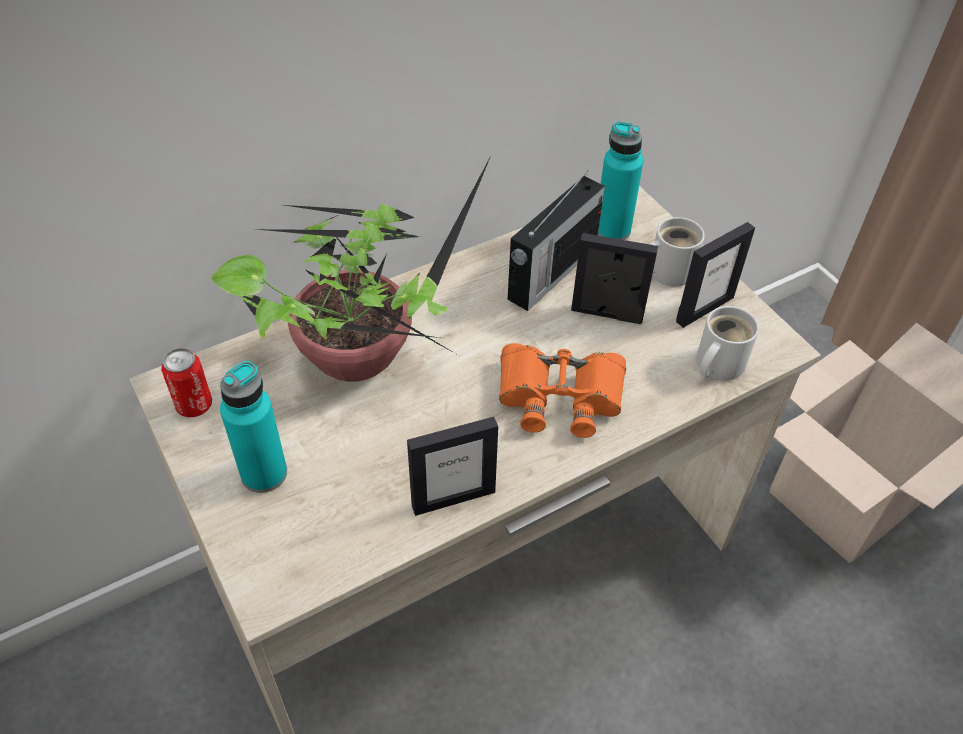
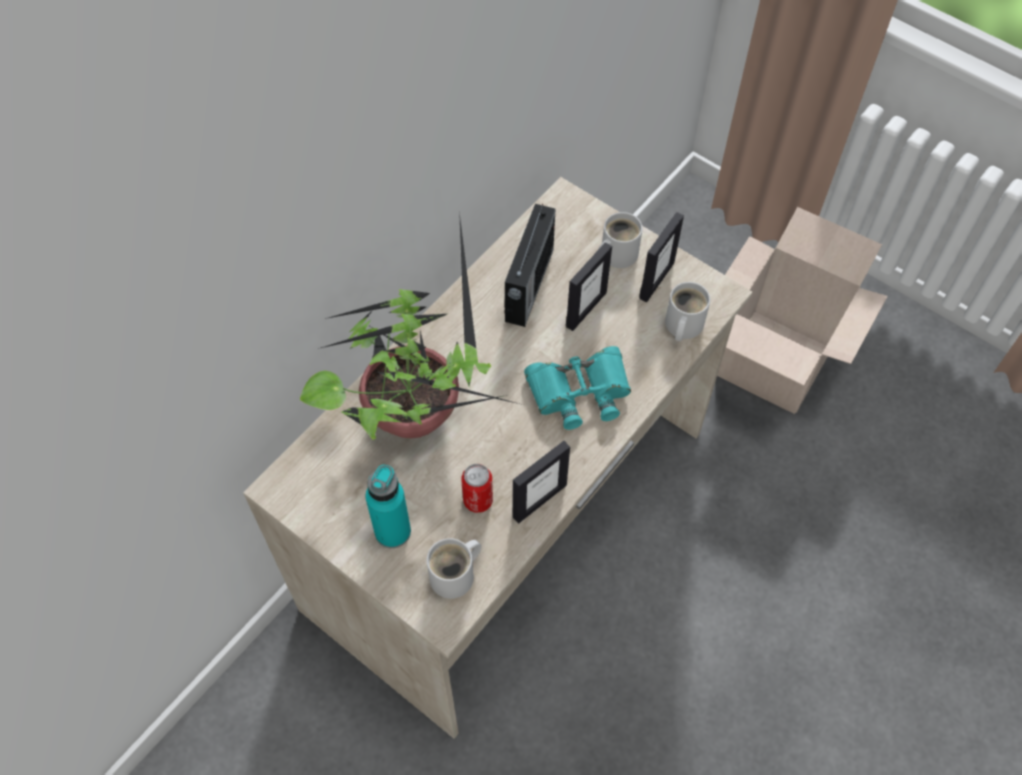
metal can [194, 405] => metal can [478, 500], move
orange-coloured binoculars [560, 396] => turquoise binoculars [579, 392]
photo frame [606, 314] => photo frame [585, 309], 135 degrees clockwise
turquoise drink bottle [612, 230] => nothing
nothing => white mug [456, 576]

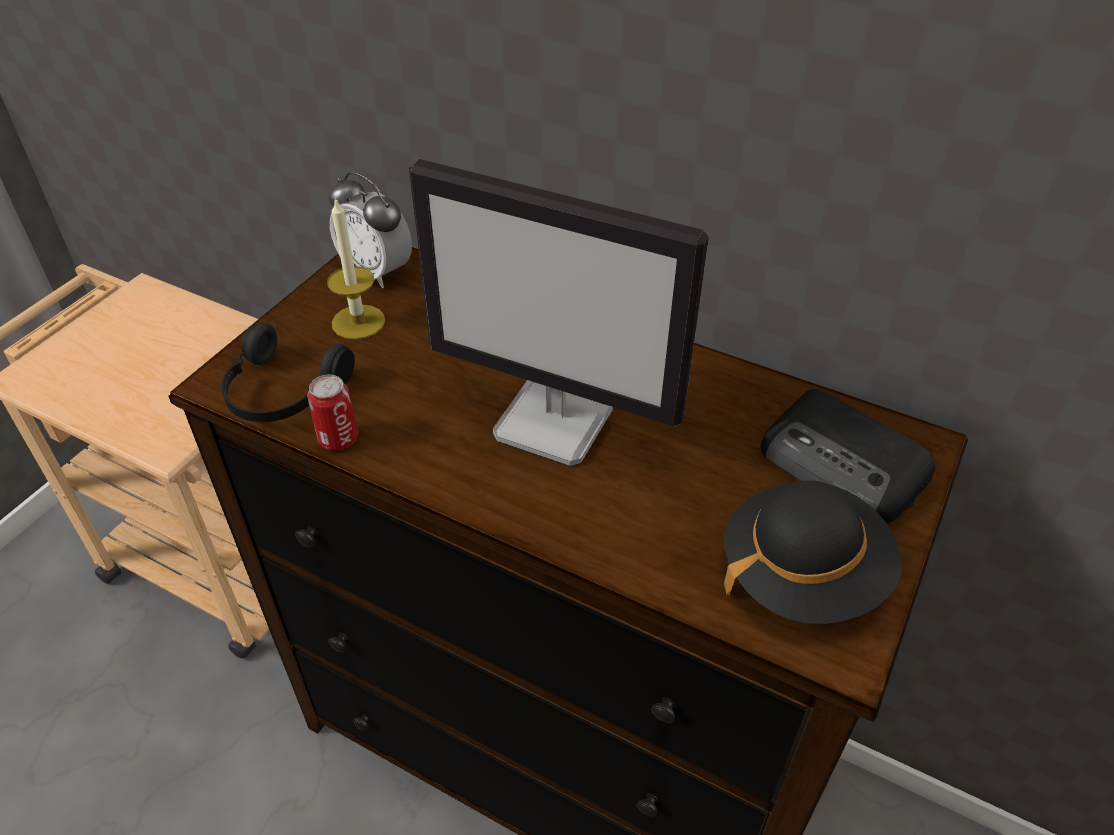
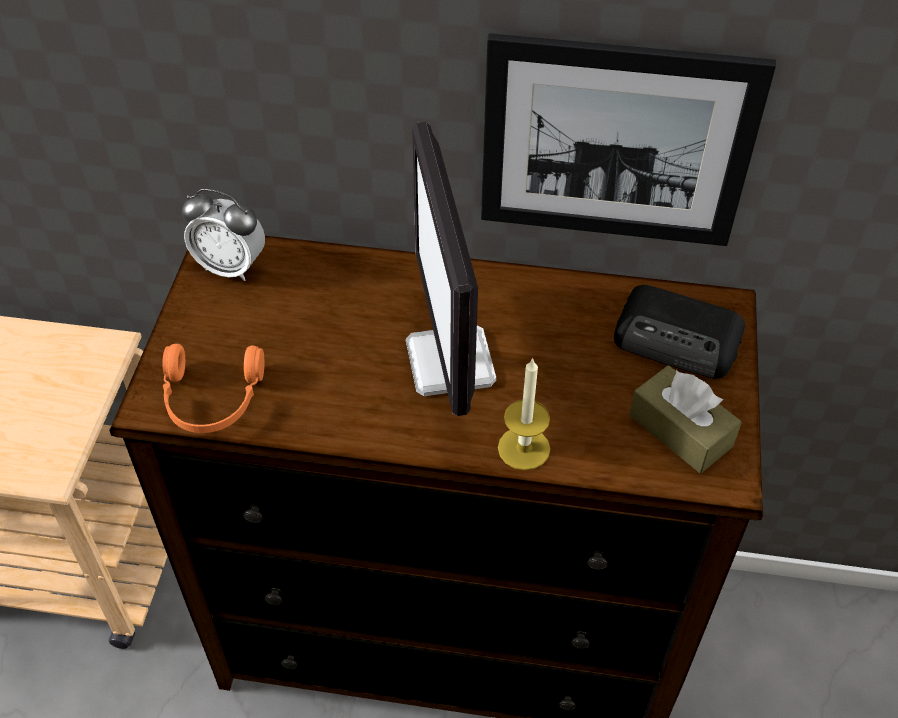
black pair of headphones [282, 392] => orange-coloured pair of headphones [211, 400]
metal can [338, 438] => nothing
wax candle [358, 322] => wax candle [524, 448], move
monitor [556, 422] => monitor [451, 363], 75 degrees clockwise
black wearable hat [802, 574] => brown-coloured tissue box [680, 431]
nothing => picture [615, 143]

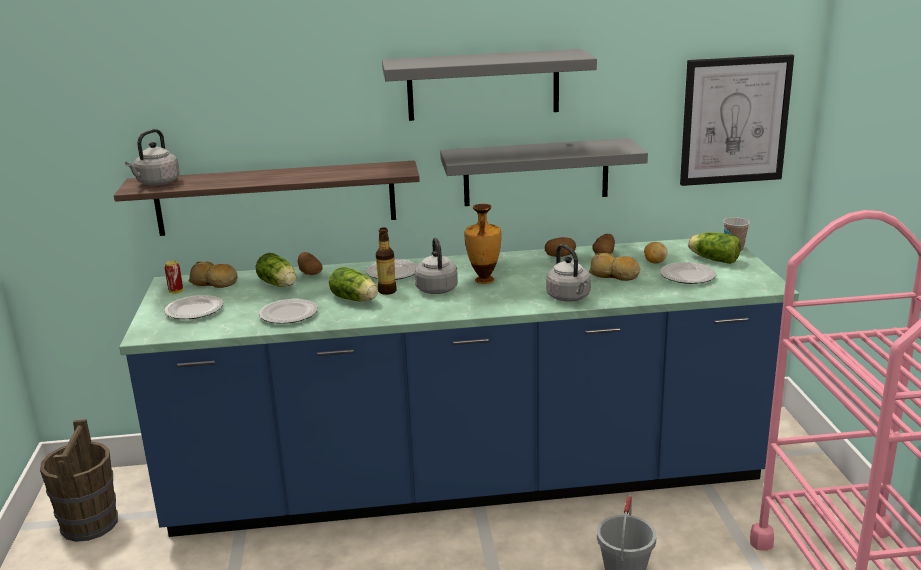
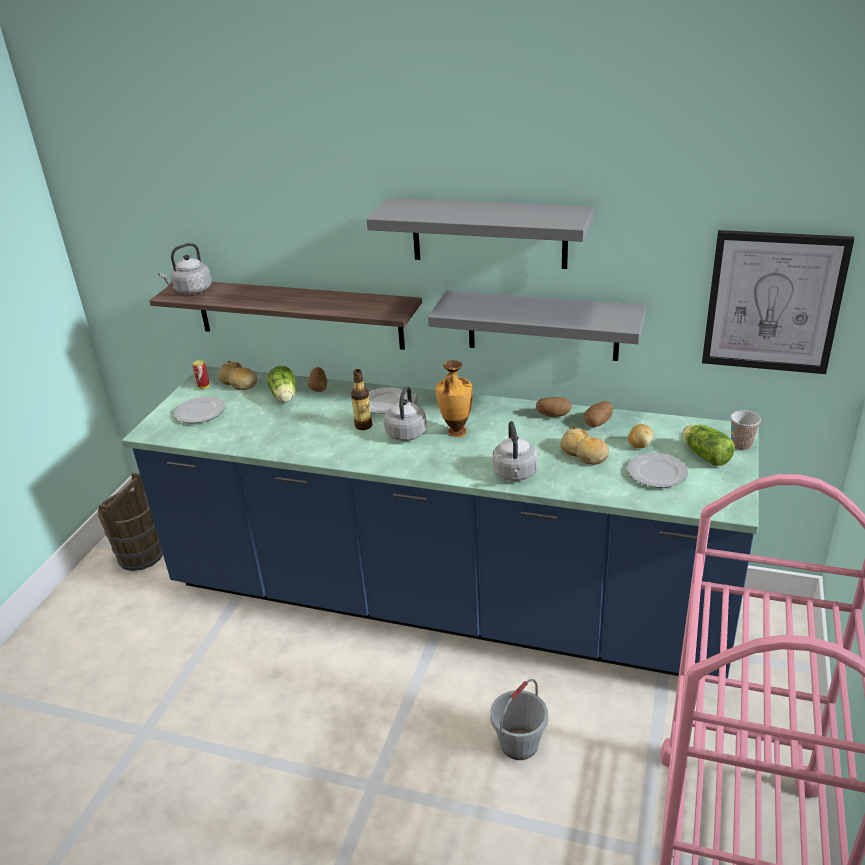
plate [288, 315] => nothing
lettuce [356, 300] => nothing

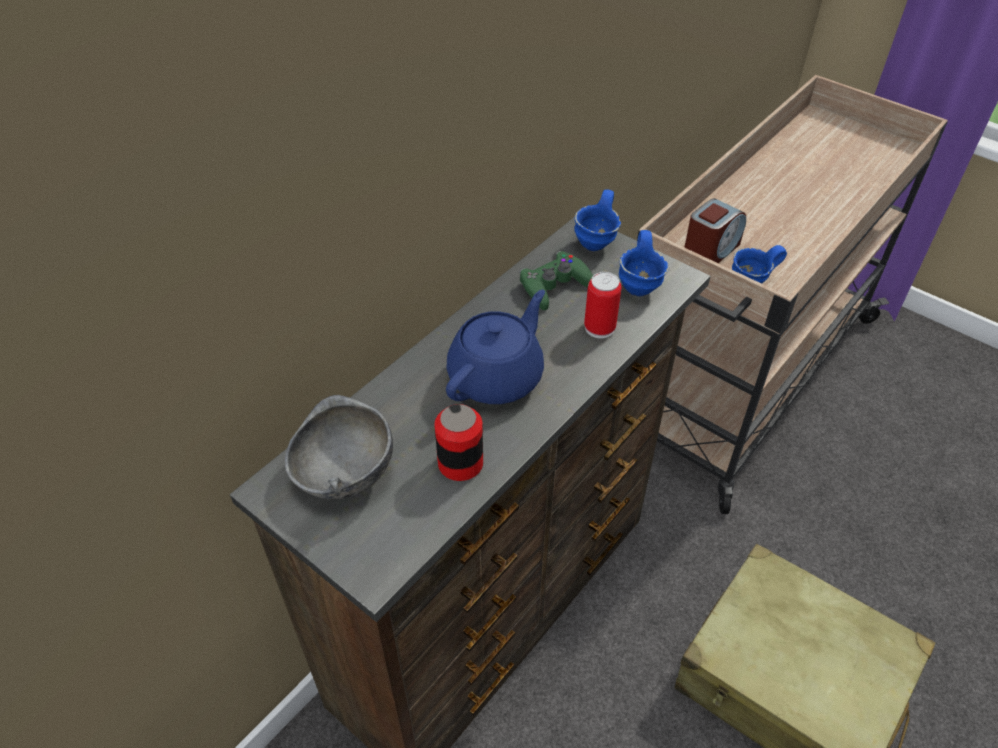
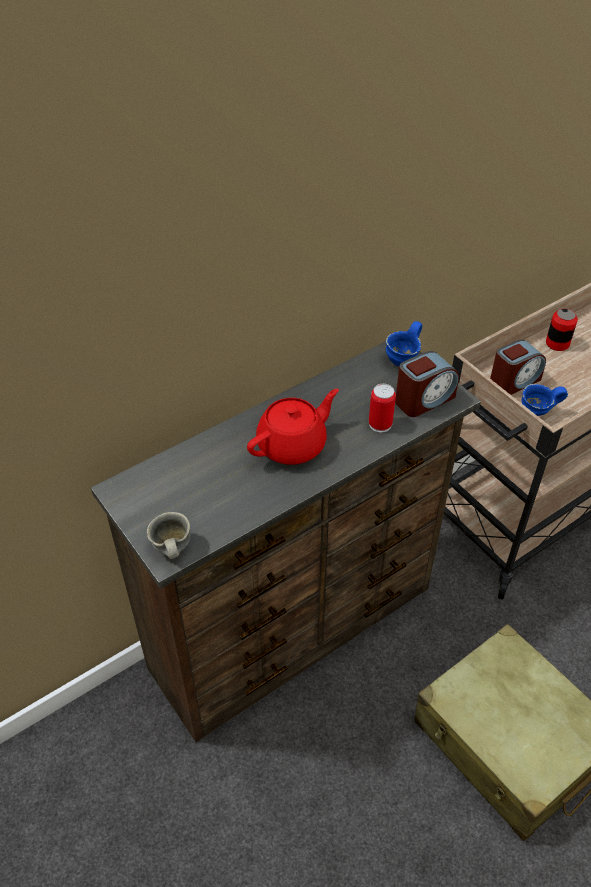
greyish bowl [343, 474] => nothing
metal can [460, 463] => metal can [557, 343], move
blue-coloured tea pot [497, 376] => reddish tea pot [293, 445]
green-coloured game controller [554, 286] => nothing
blue-coloured mug [641, 286] => table clock [424, 399]
nothing => greyish mug [170, 552]

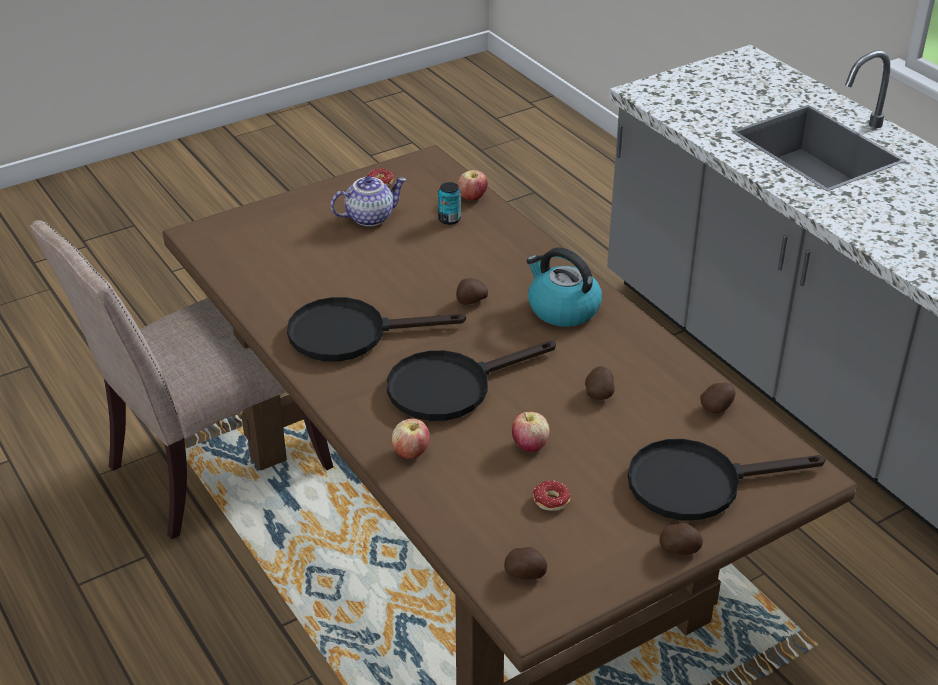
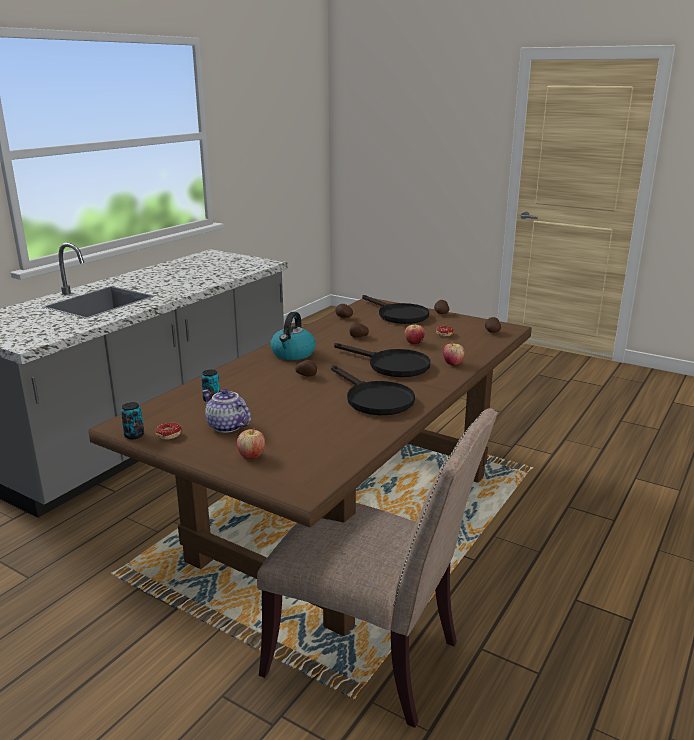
apple [472, 197] => apple [251, 456], move
nothing => metal can [134, 435]

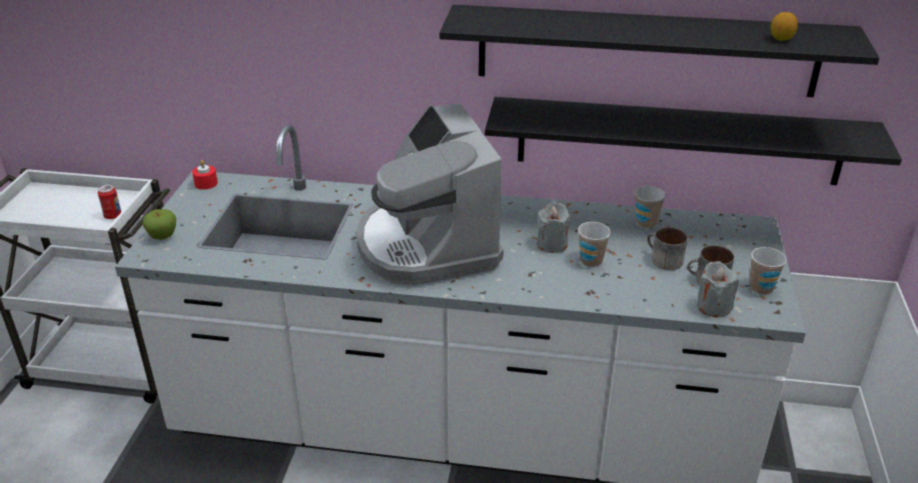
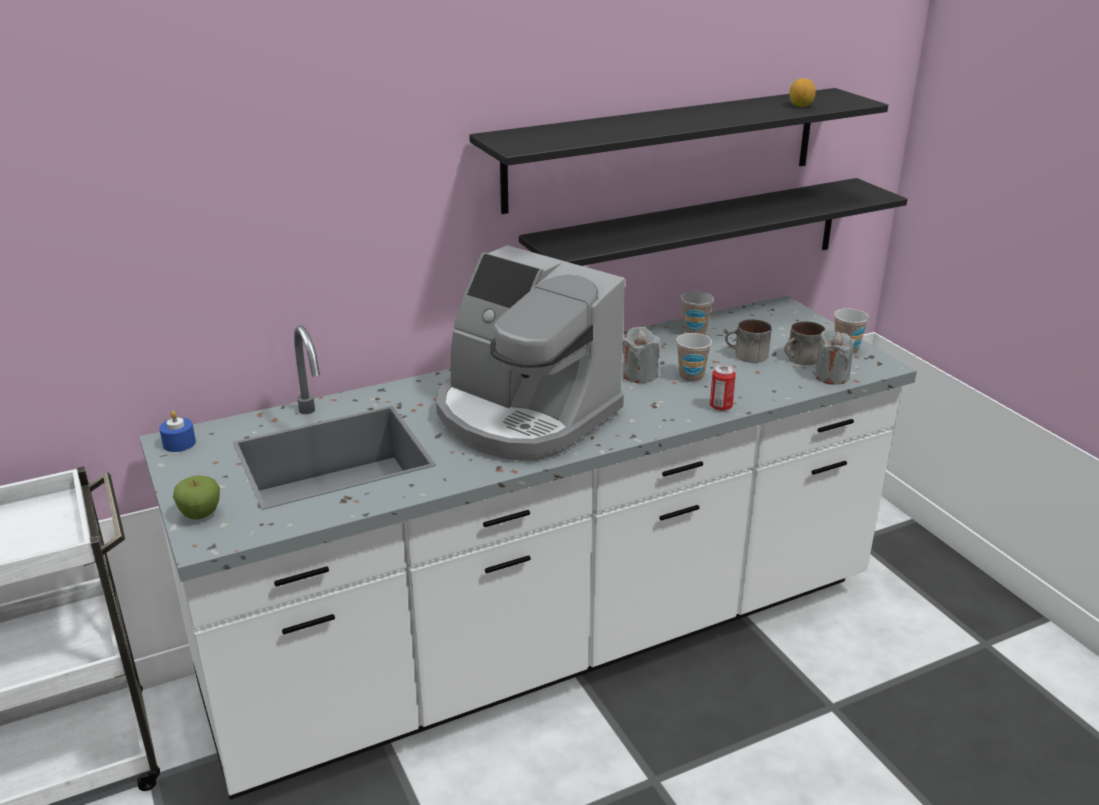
metal can [113, 216] => metal can [721, 407], move
reddish wax candle [206, 183] => blue-coloured wax candle [179, 443]

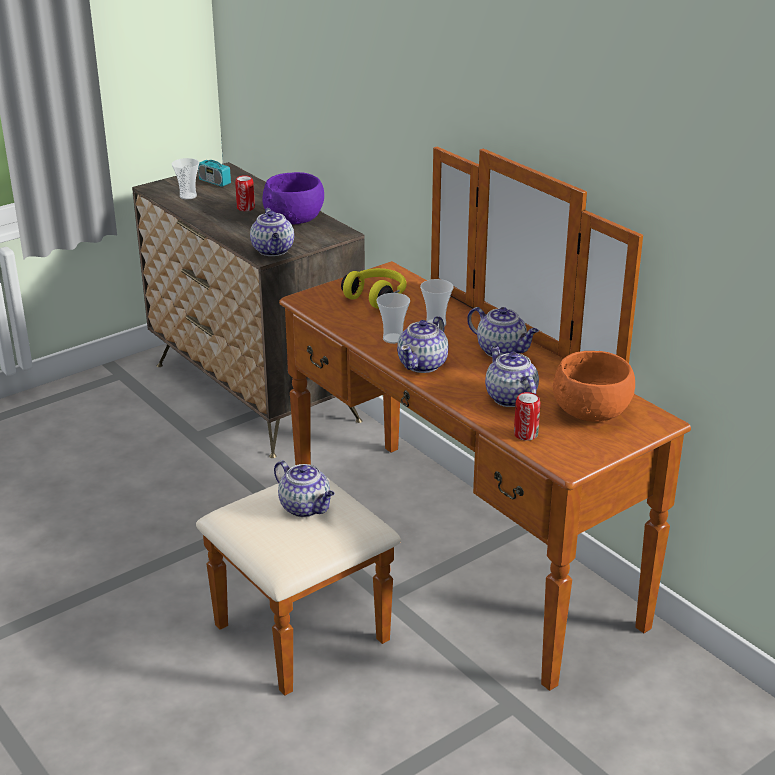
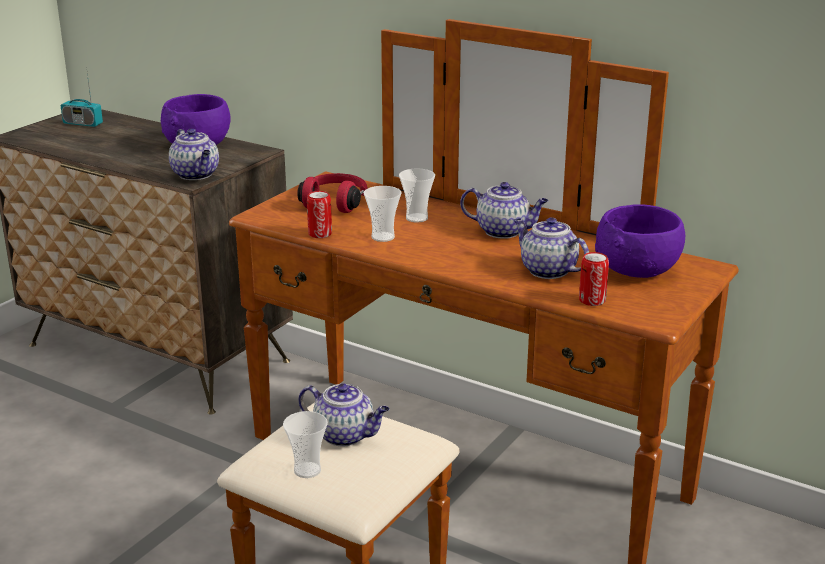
drinking cup [188, 196] => drinking cup [307, 470], move
metal can [245, 208] => metal can [320, 234], move
yellowish pair of headphones [377, 297] => reddish pair of headphones [335, 203]
tea pot [423, 364] => nothing
orange-coloured bowl [591, 412] => purple-coloured bowl [637, 270]

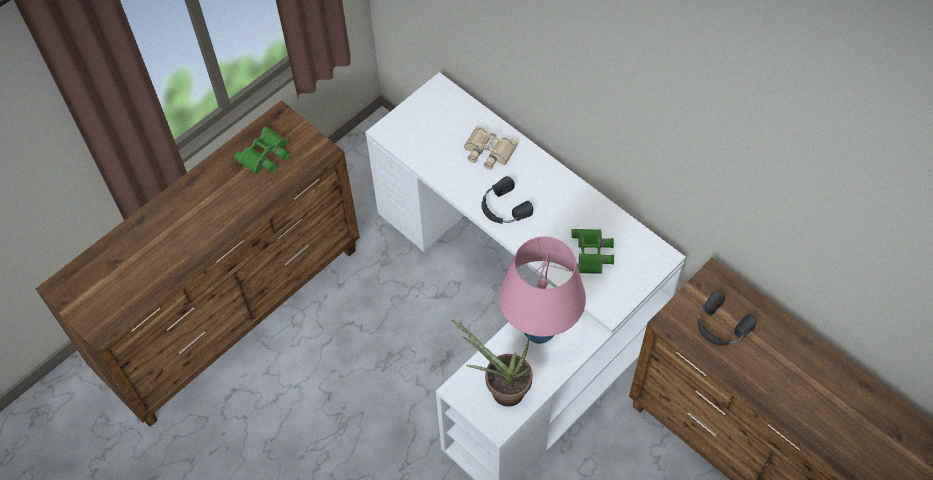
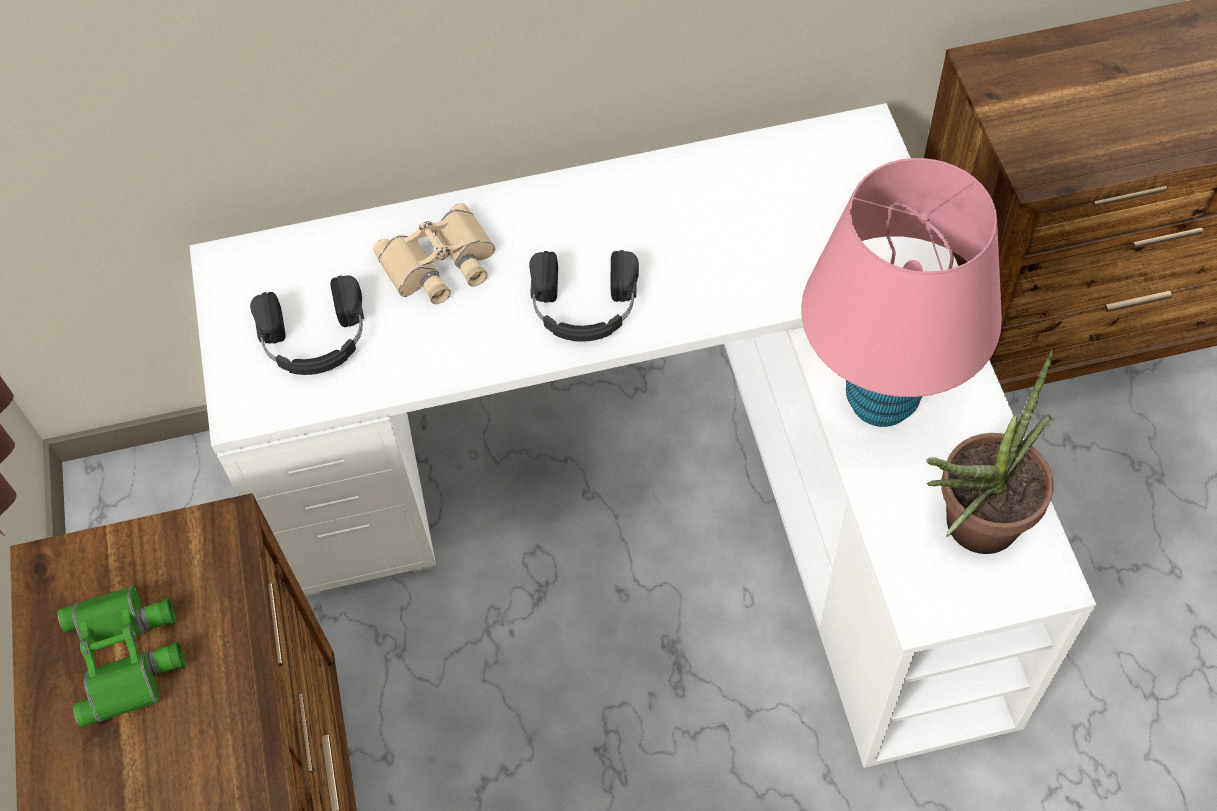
green-coloured binoculars [592, 253] => nothing
black pair of headphones [720, 326] => black pair of headphones [314, 339], move

